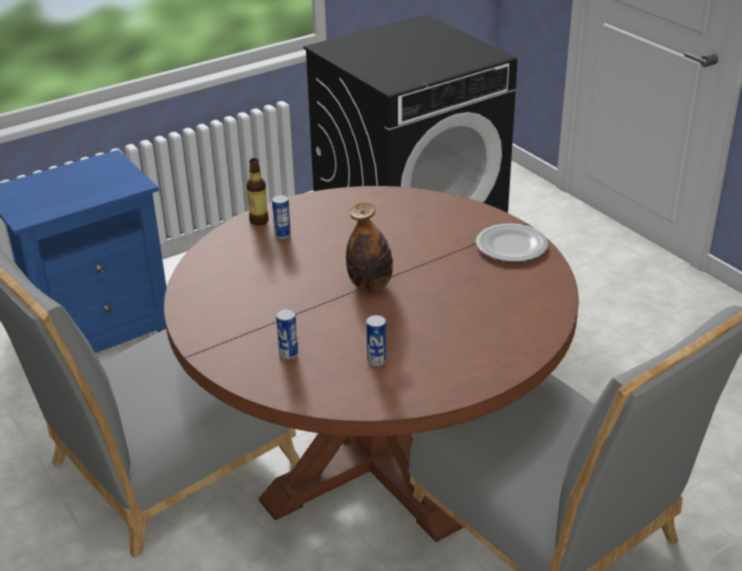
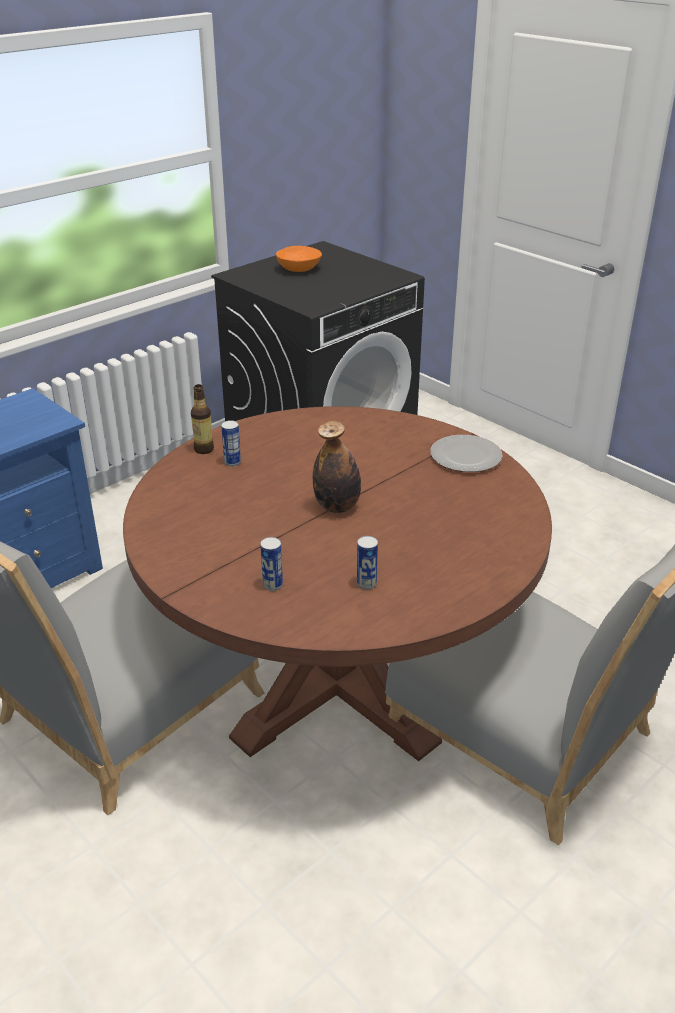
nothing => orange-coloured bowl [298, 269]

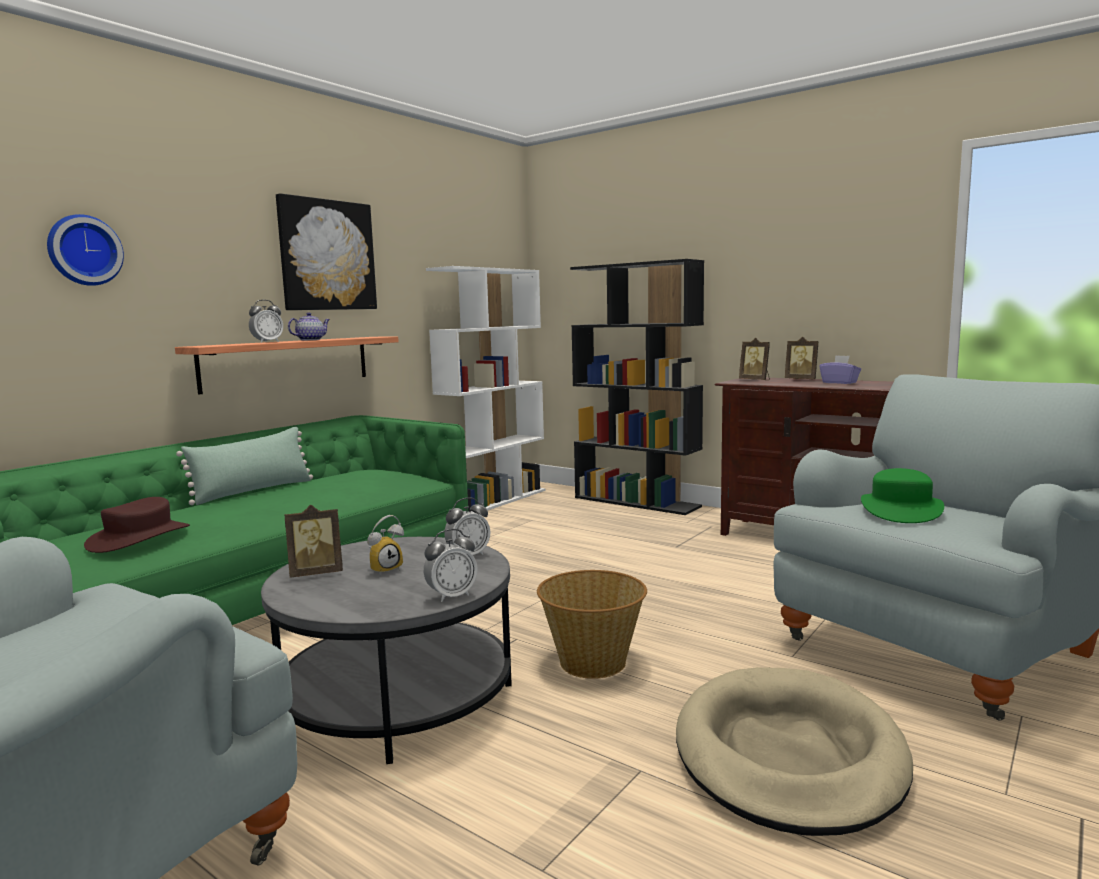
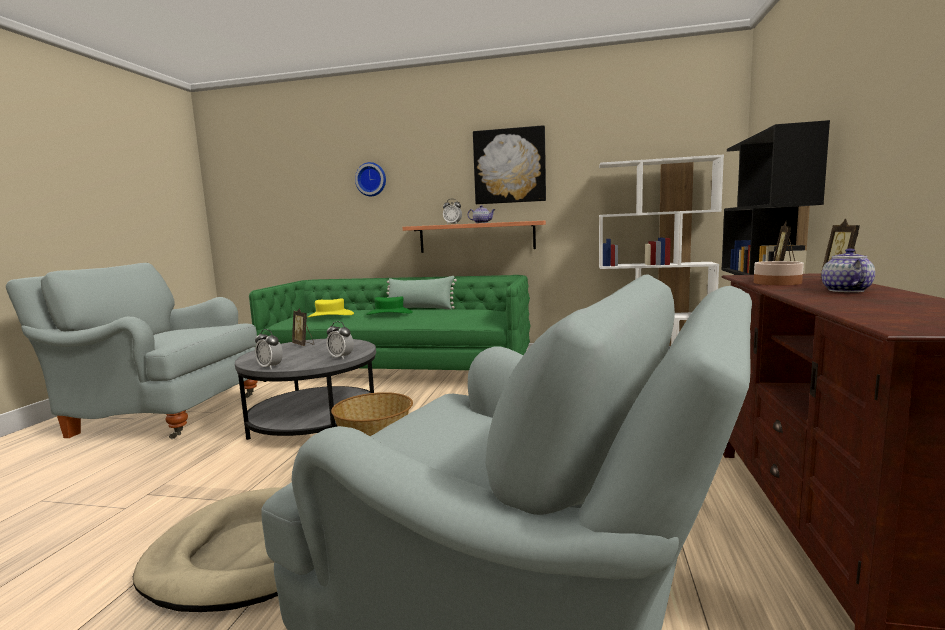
brown-coloured wearable hat [139, 537] => yellowish wearable hat [330, 315]
table clock [385, 569] => nothing
purple-coloured tissue box [839, 382] => tea pot [845, 290]
green-coloured wearable hat [900, 510] => green-coloured wearable hat [389, 313], move
nothing => bowl [777, 282]

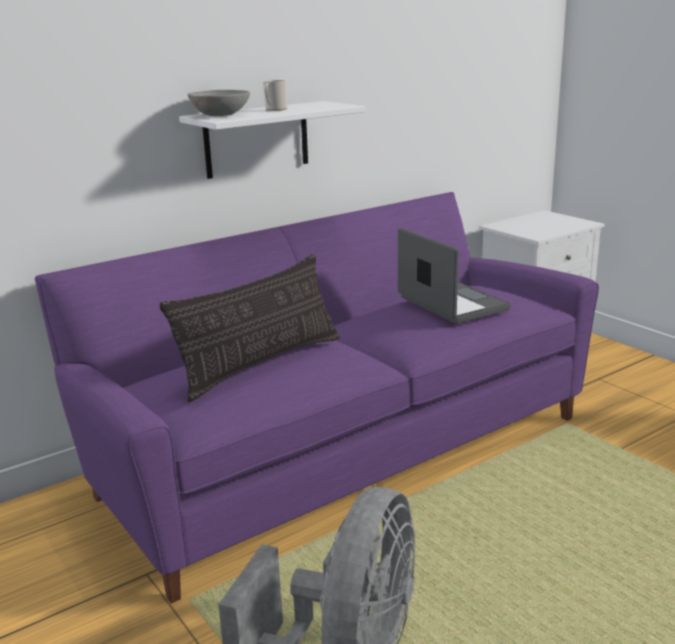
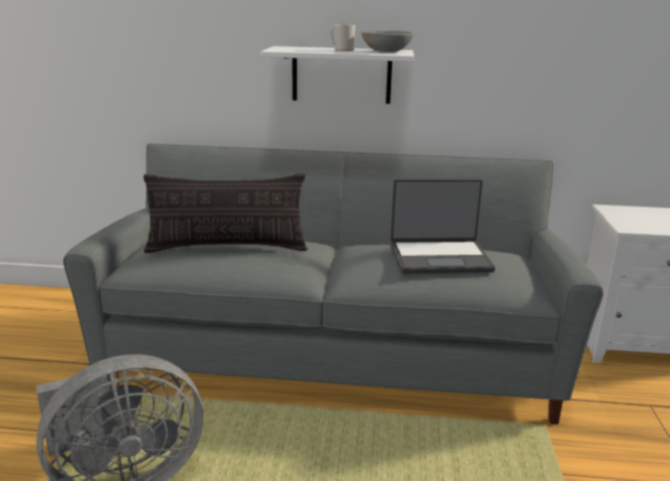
purple-coloured settee [341, 449] => greyish settee [332, 352]
greyish bowl [220, 115] => greyish bowl [386, 51], move
laptop [450, 304] => laptop [439, 258], 75 degrees clockwise

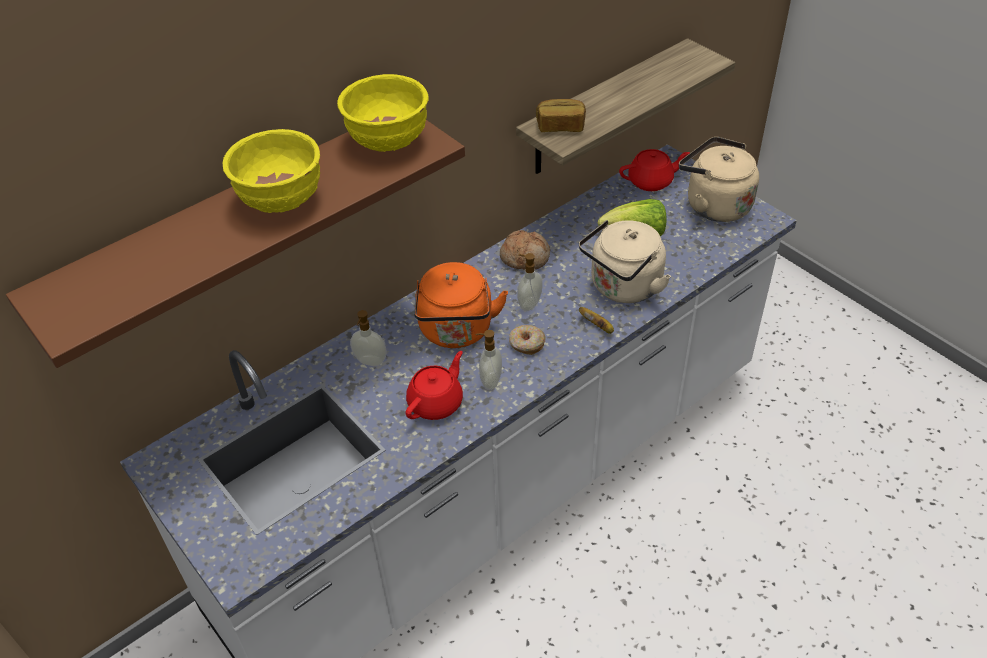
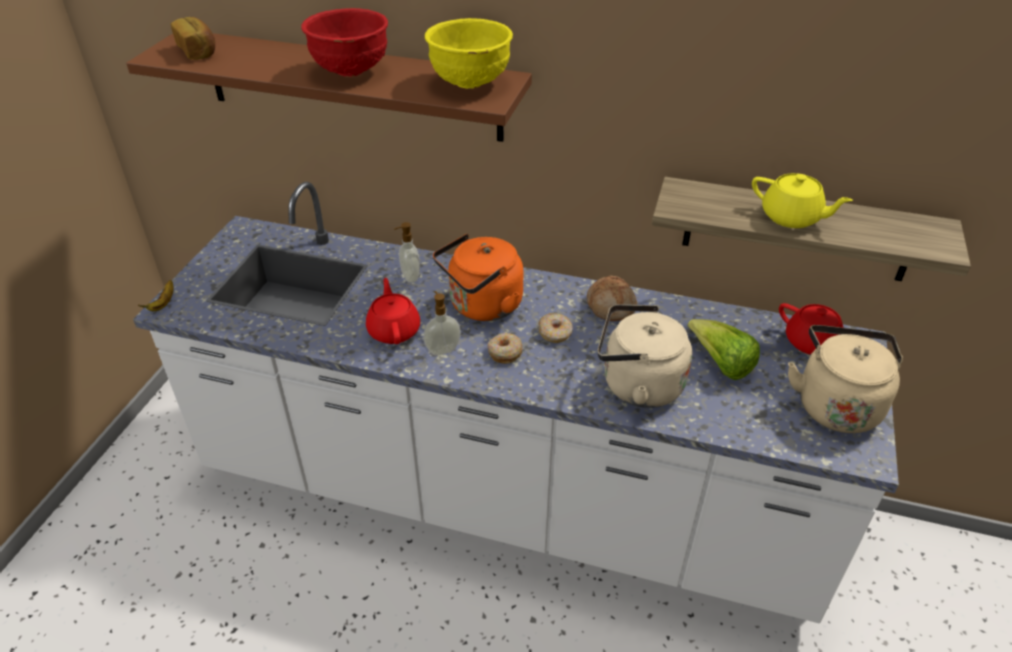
yellowish bowl [281, 201] => reddish bowl [351, 71]
reddish tea pot [436, 402] => reddish tea pot [394, 330], 105 degrees counterclockwise
soap bottle [529, 303] => ring doughnut [555, 333]
baked bread [560, 126] => baked bread [198, 51], move
banana [598, 326] => banana [163, 303], move
nothing => yellowish tea pot [792, 217]

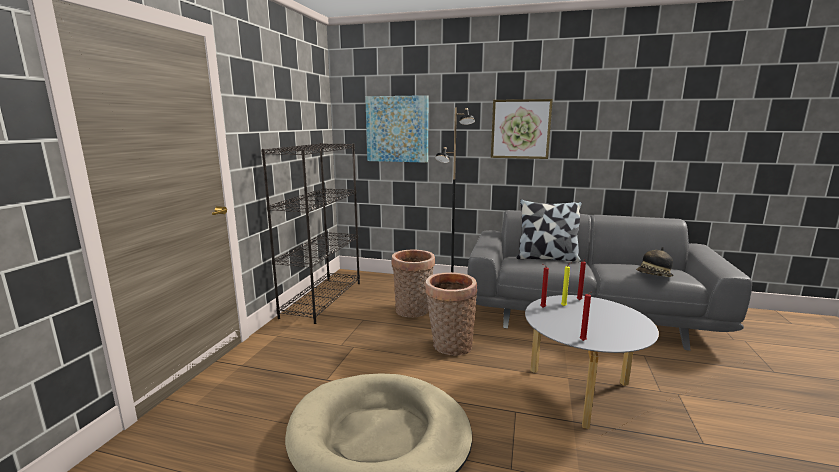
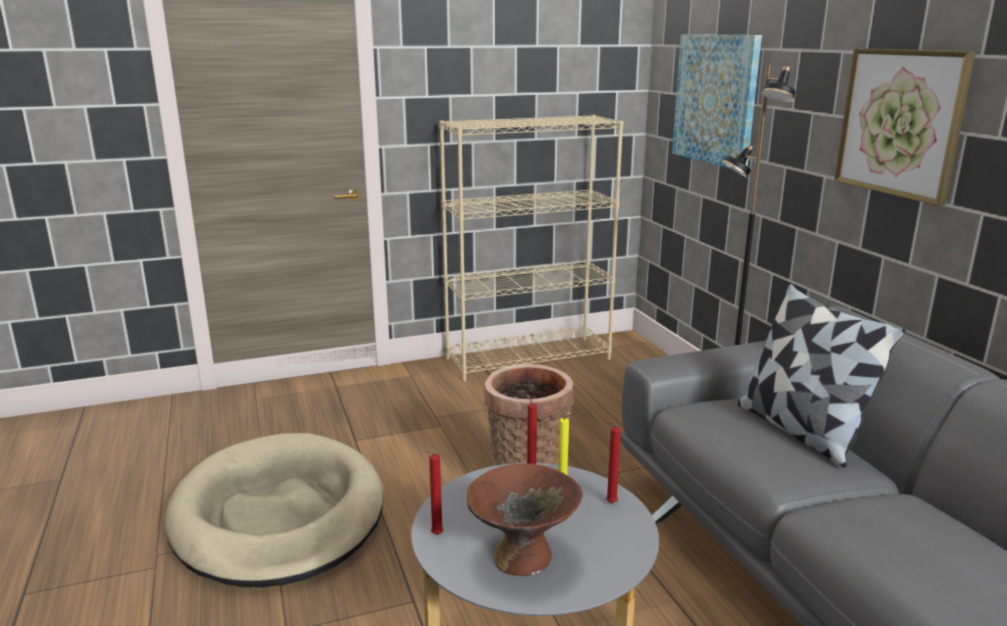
black shelving unit [322, 299] => sand-coloured shelving unit [529, 358]
household basket [413, 311] => nothing
wearable hat [654, 276] => nothing
nothing => brown-coloured bowl [523, 557]

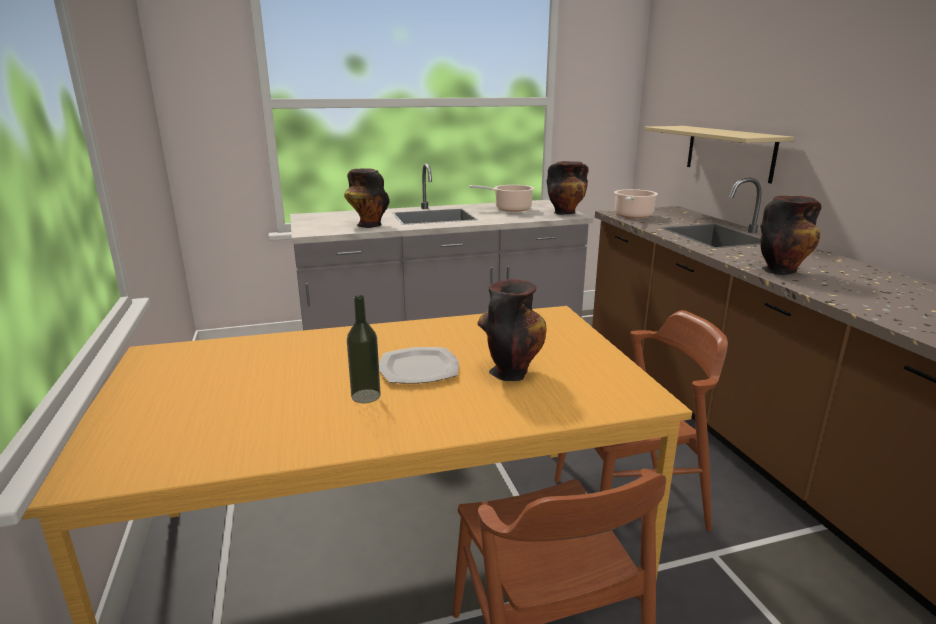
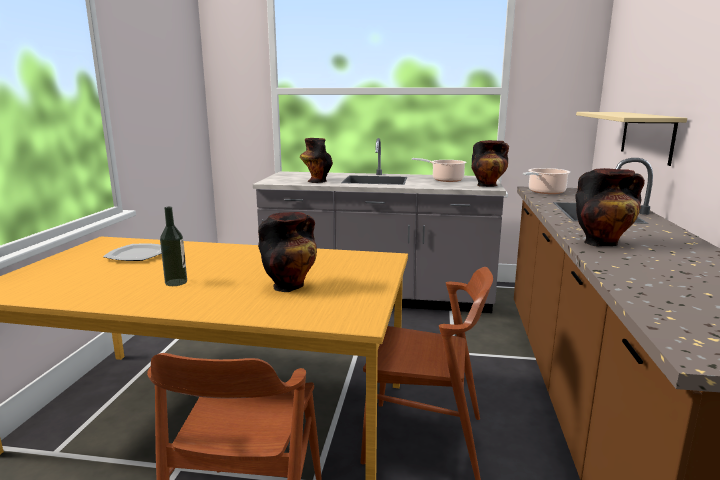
plate [418, 369] => plate [137, 255], move

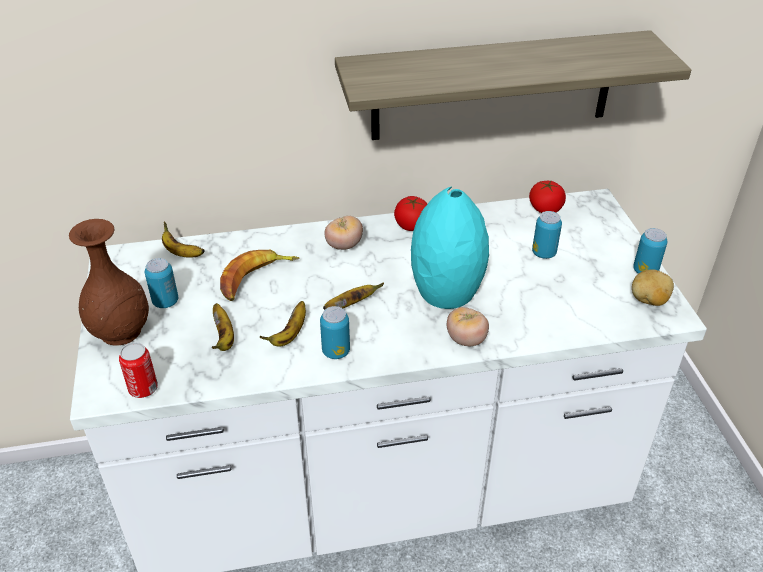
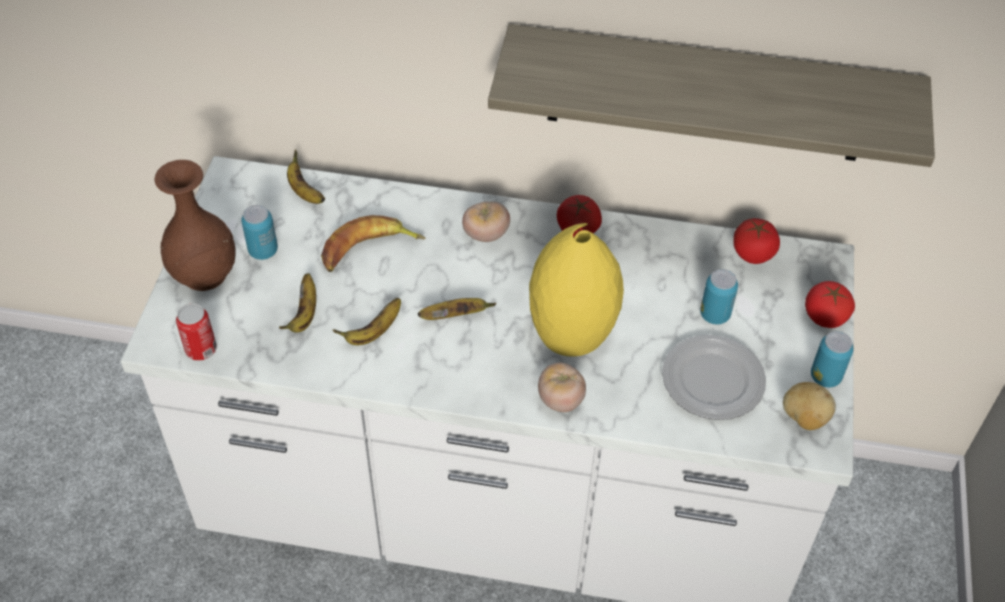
metal can [336, 351] => nothing
turquoise flower vase [445, 291] => yellowish flower vase [569, 331]
nothing => plate [711, 380]
nothing => fresh tomato [825, 316]

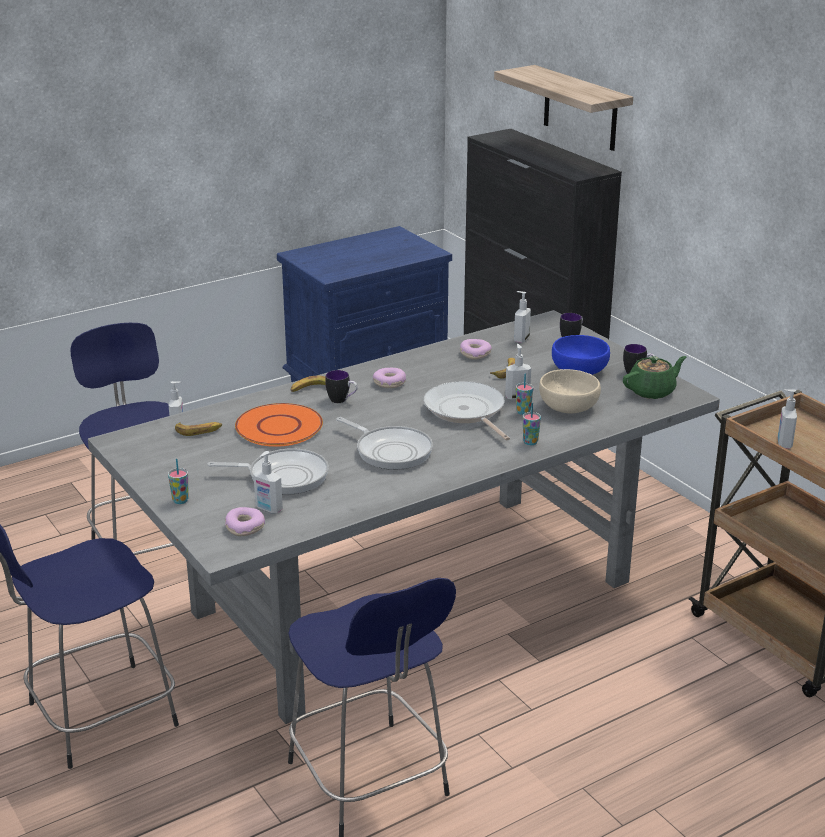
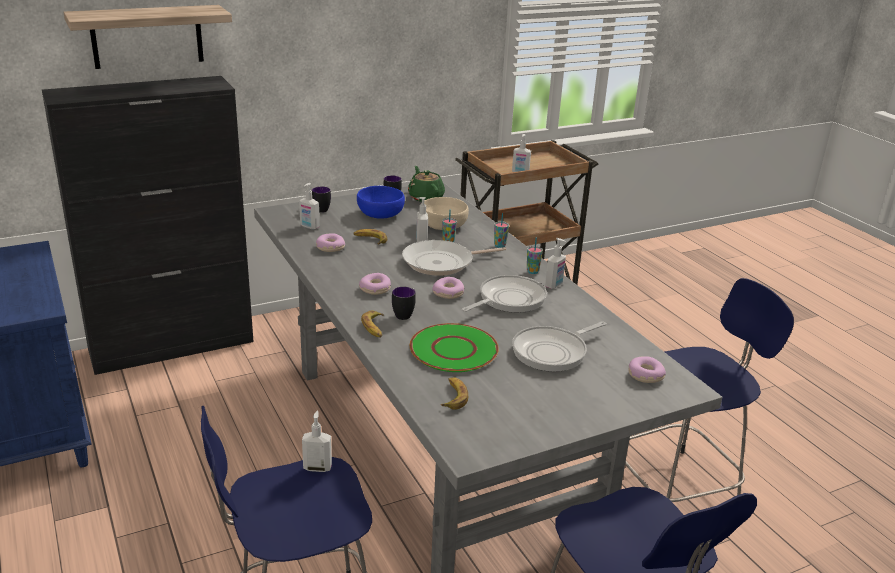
drinking cup [180, 500] => drinking cup [532, 271], move
frying pan [283, 476] => frying pan [553, 352], 135 degrees counterclockwise
orange-coloured plate [278, 427] => green-coloured plate [454, 350]
soap bottle [268, 509] => soap bottle [554, 285], move
nothing => ring doughnut [448, 293]

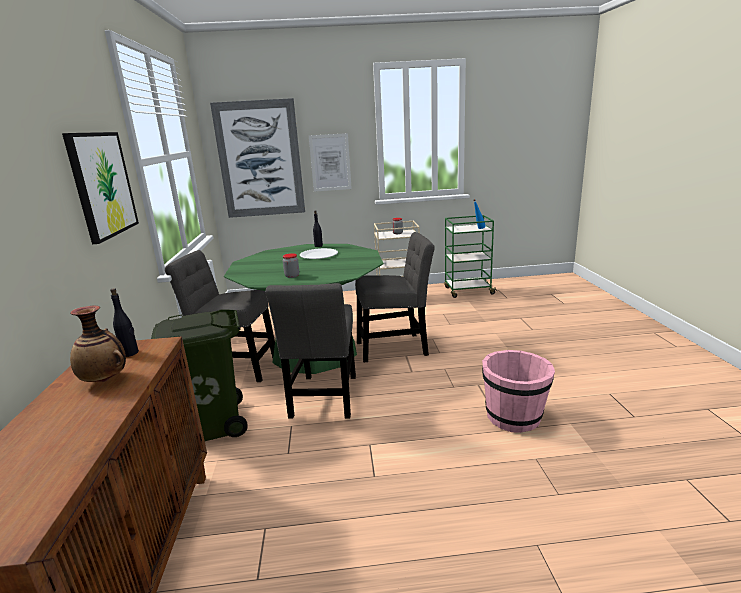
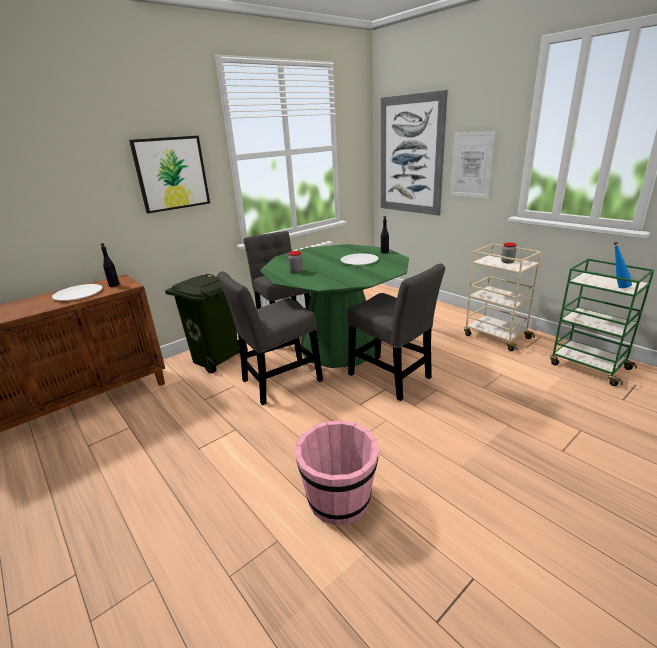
flower vase [105, 380] => white plate [78, 294]

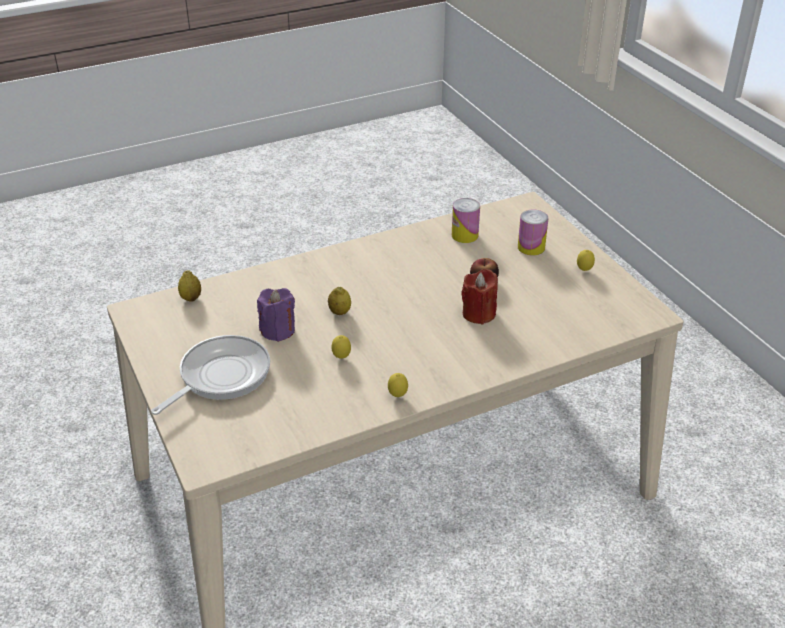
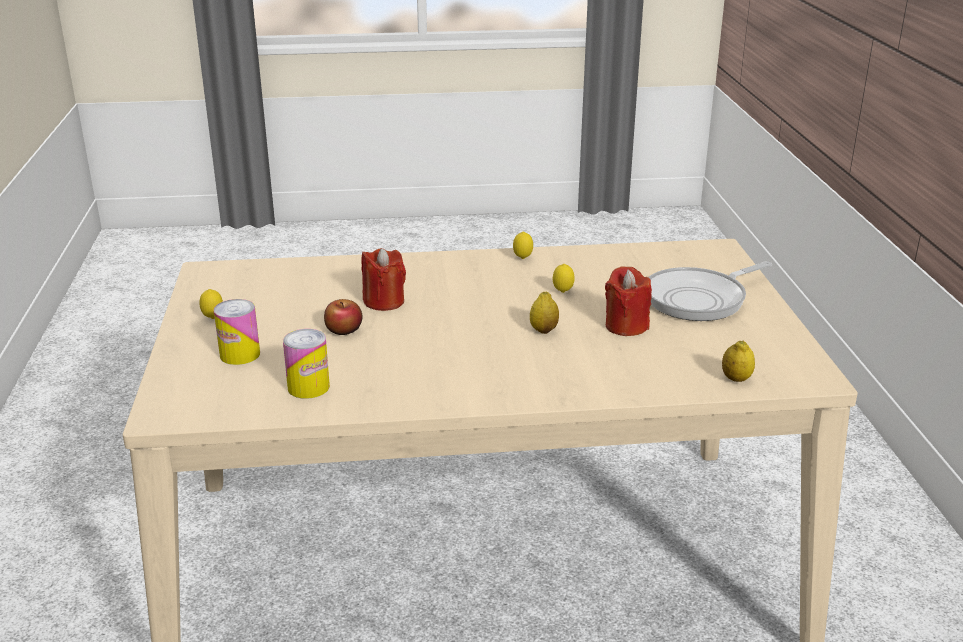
purple-coloured wax candle [278, 330] => reddish wax candle [626, 326]

